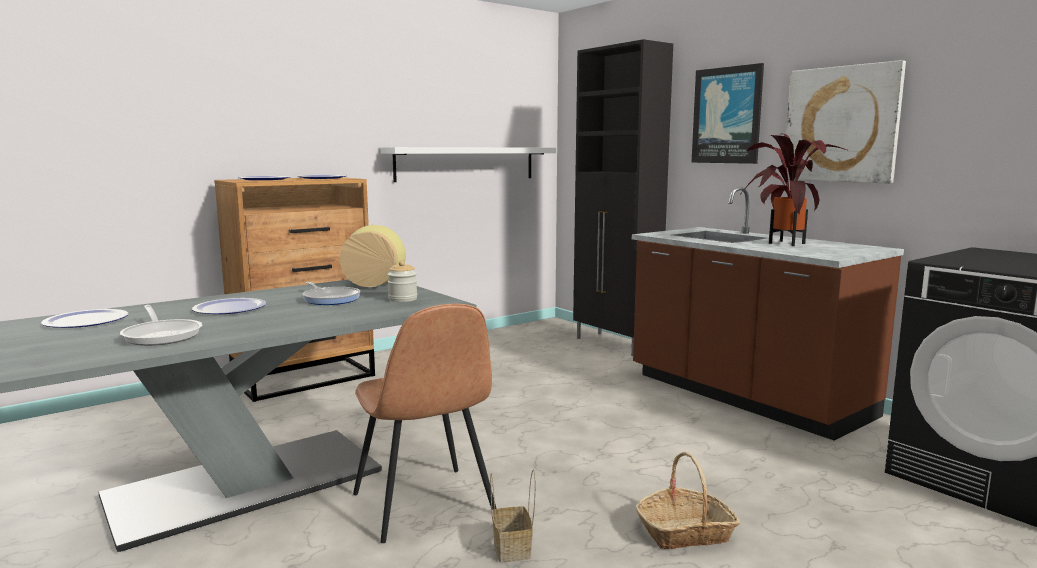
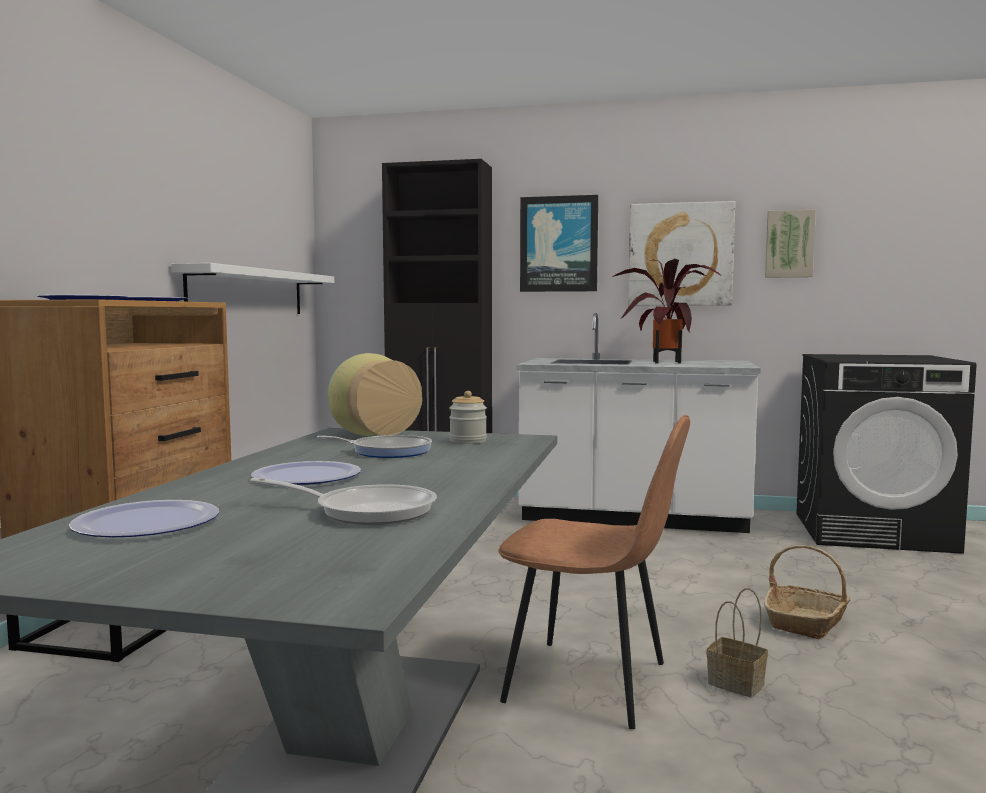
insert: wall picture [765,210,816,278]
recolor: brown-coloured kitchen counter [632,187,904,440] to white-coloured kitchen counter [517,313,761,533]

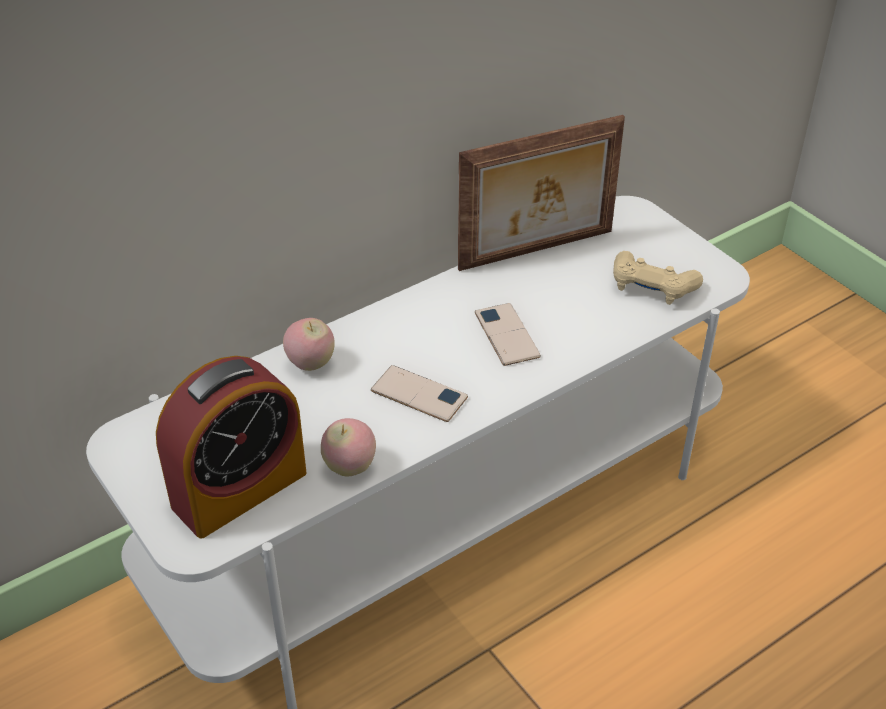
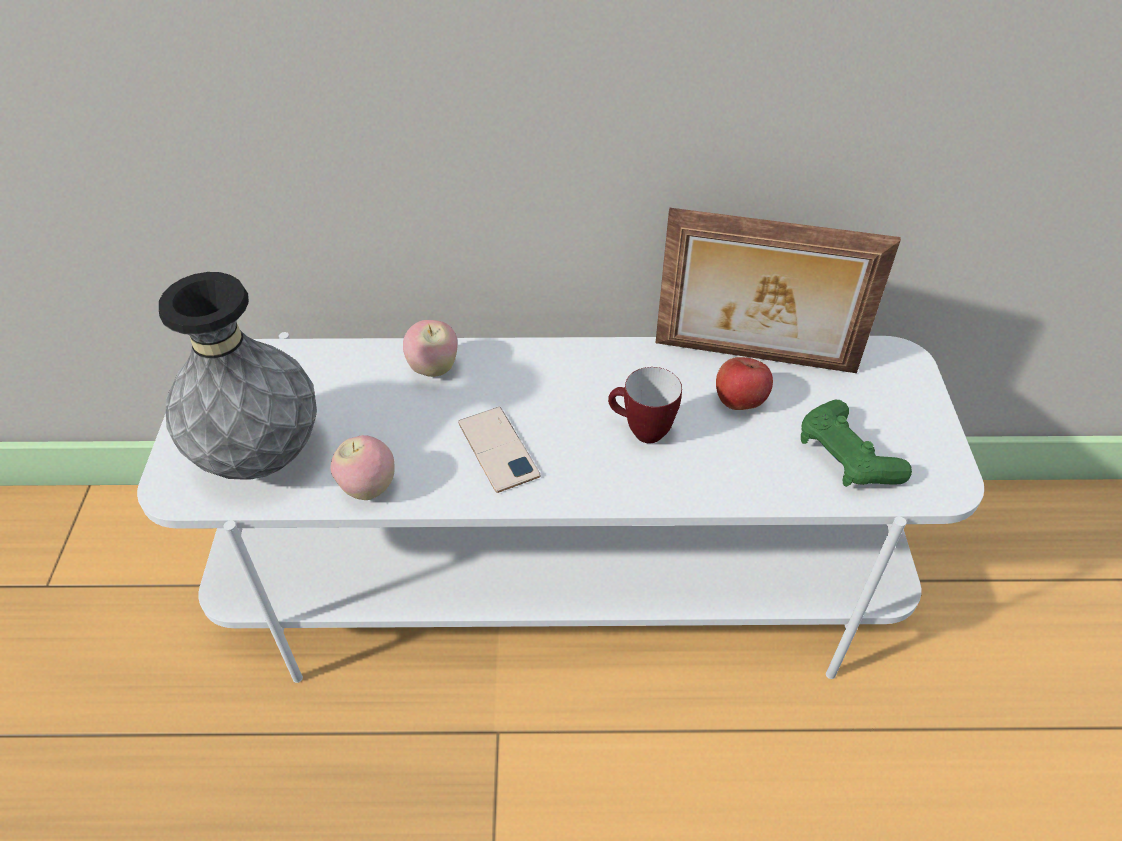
insert: apple [716,357,773,410]
replace: telephone [475,303,541,366] to tea mug [608,367,682,443]; table clock [156,356,306,539] to grey vase [159,272,317,480]
recolor: beige gamepad [613,251,703,305] to greenish gamepad [801,400,912,487]

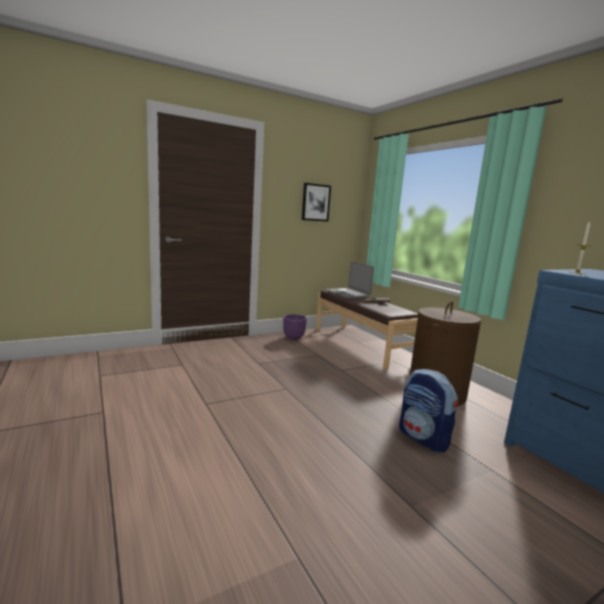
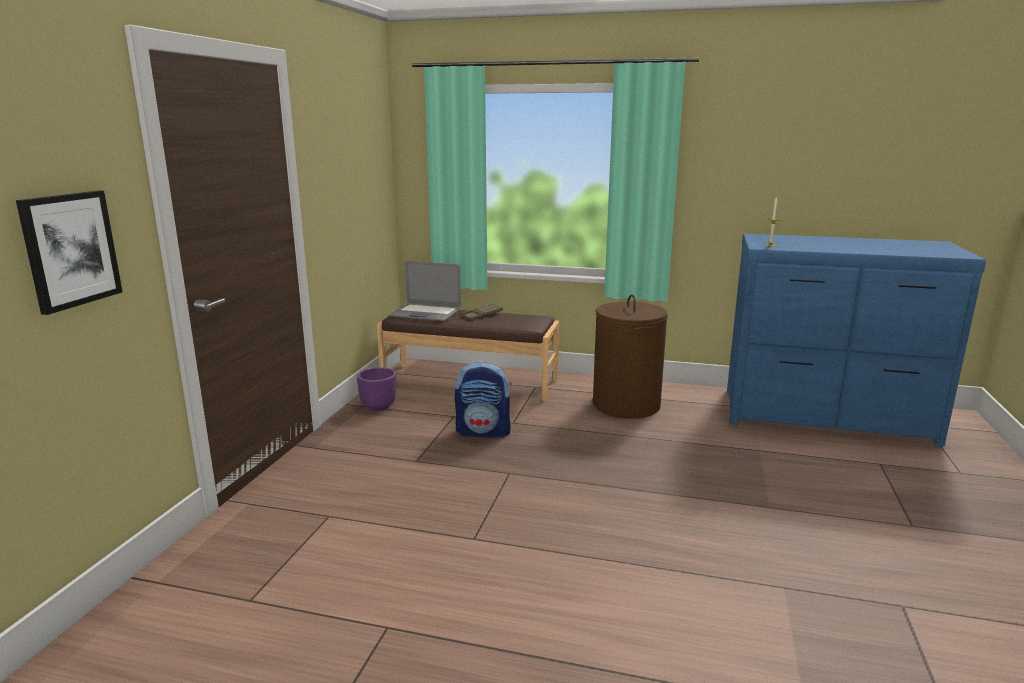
move: wall picture [302,183,331,222] to [16,191,123,315]; backpack [399,369,458,452] to [455,361,512,438]

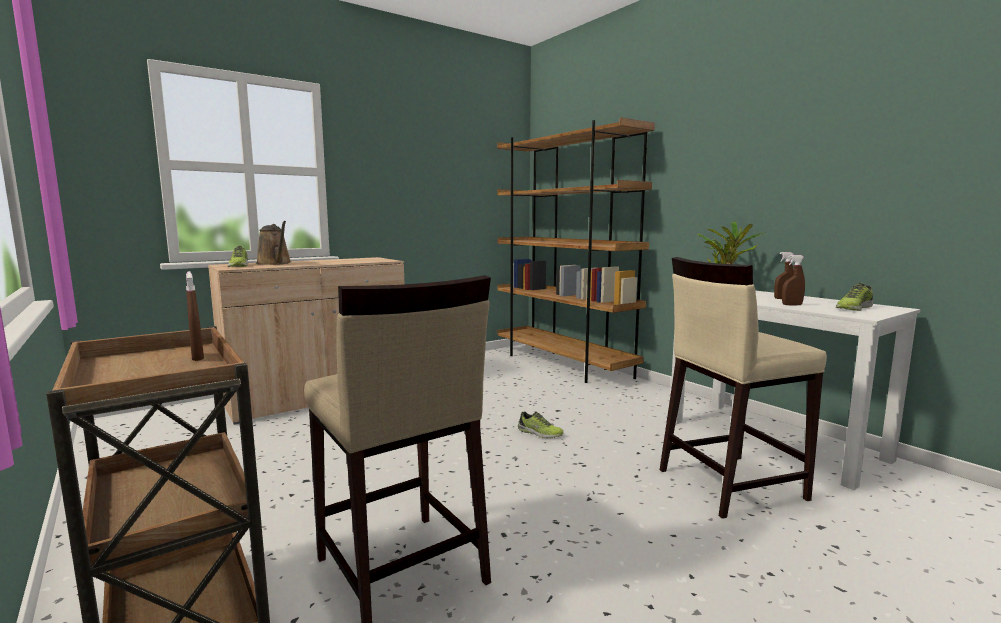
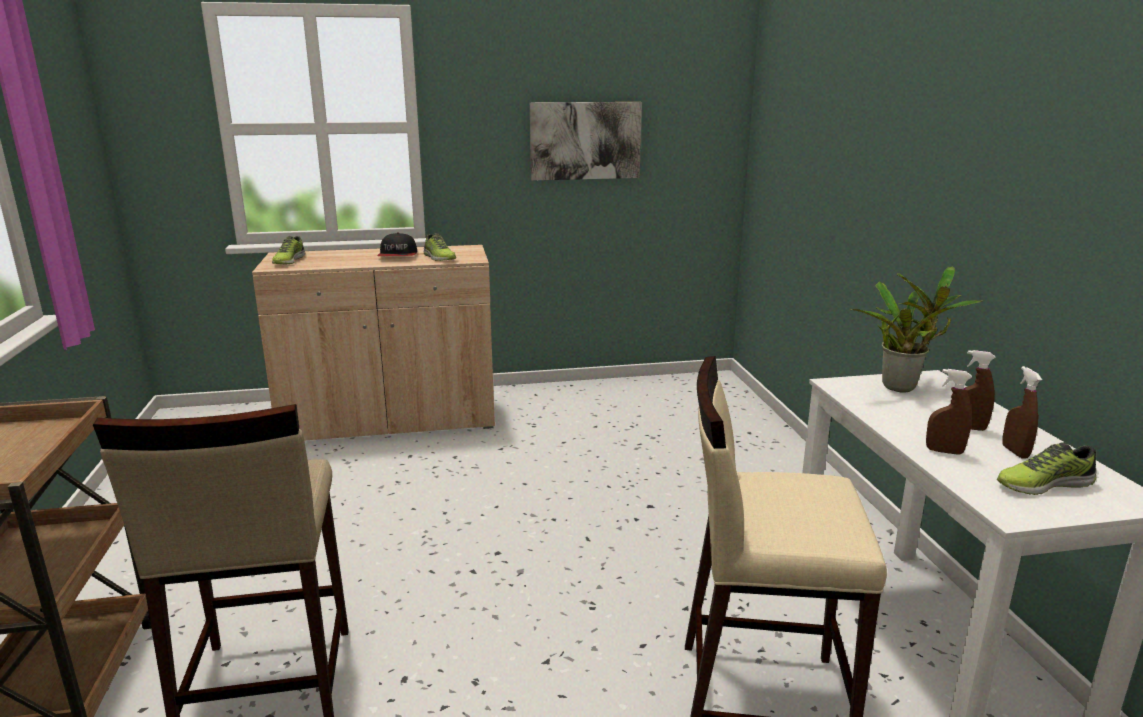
delete: brown-coloured bookcase [497,117,655,383]; brown-coloured watering pot [256,221,291,265]
insert: wall picture [530,102,642,180]; cap [377,233,417,256]
move: brown-coloured spray bottle [186,271,204,361] to [1002,366,1042,459]; item of footwear [518,411,564,438] to [424,233,456,261]

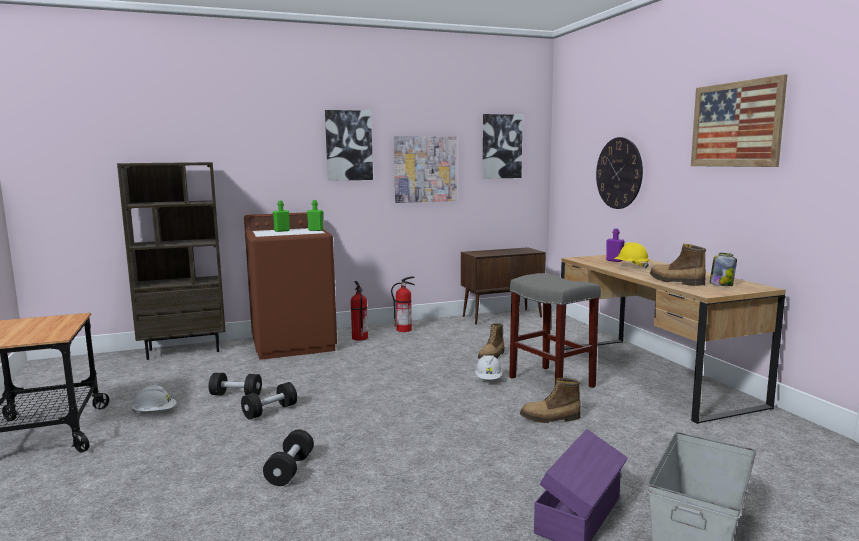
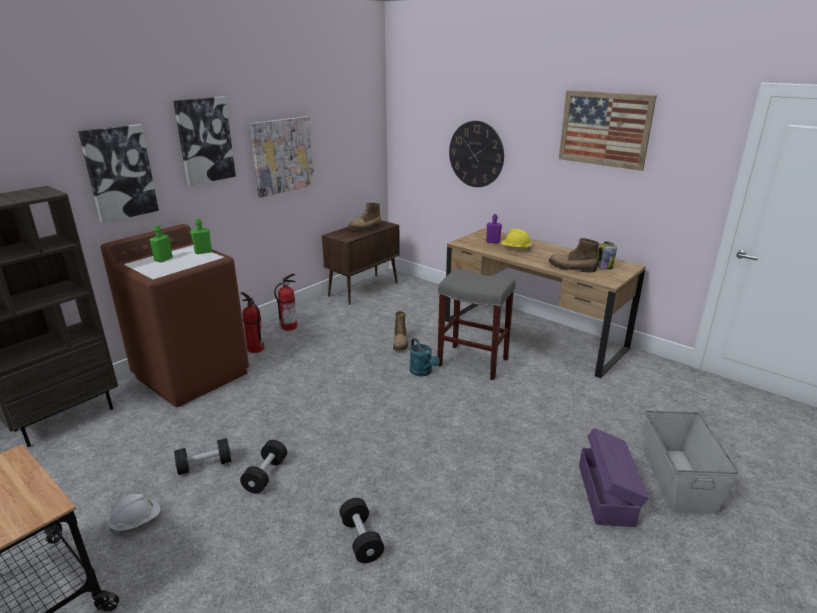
move: wall picture [483,114,523,179] to [78,124,159,223]; high-top boot [520,378,580,423] to [348,203,381,231]
replace: white-coloured work helmet [475,355,503,380] to turquoise-coloured watering pot [410,338,440,376]

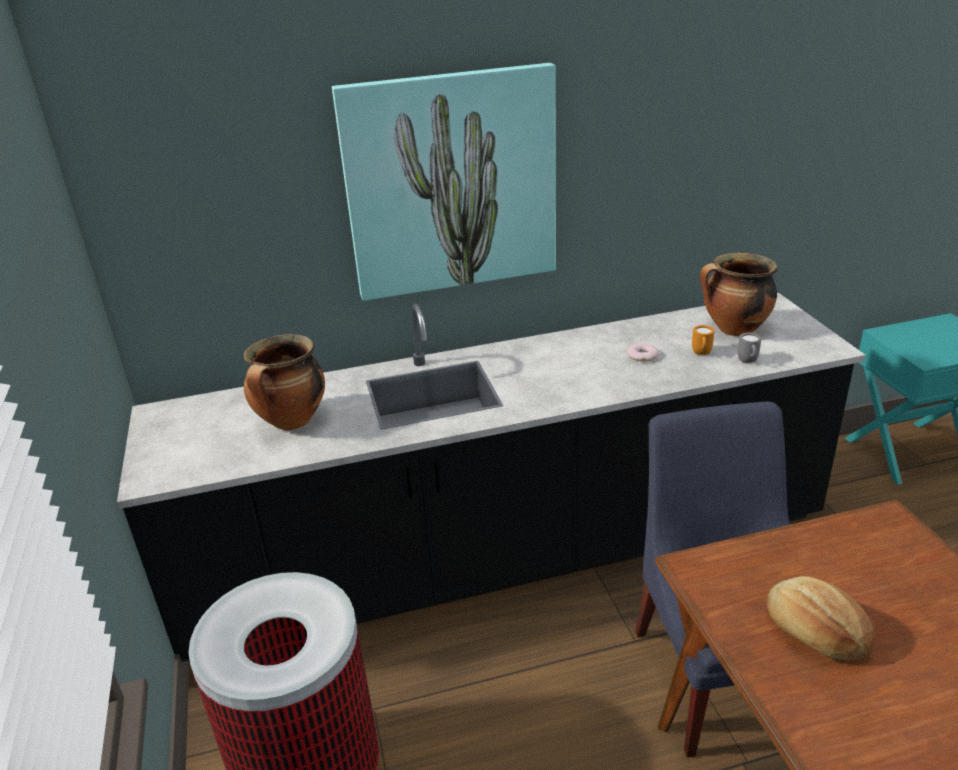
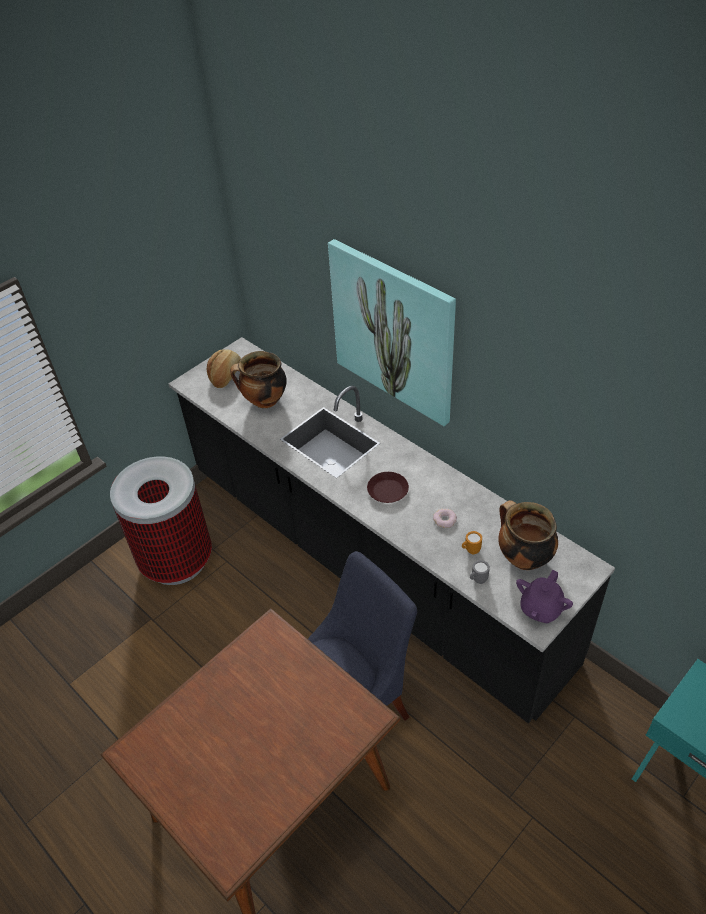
insert: brown-coloured plate [367,472,409,503]; purple-coloured pot for tea [516,570,573,623]
move: baked bread [767,576,875,660] to [207,349,241,388]

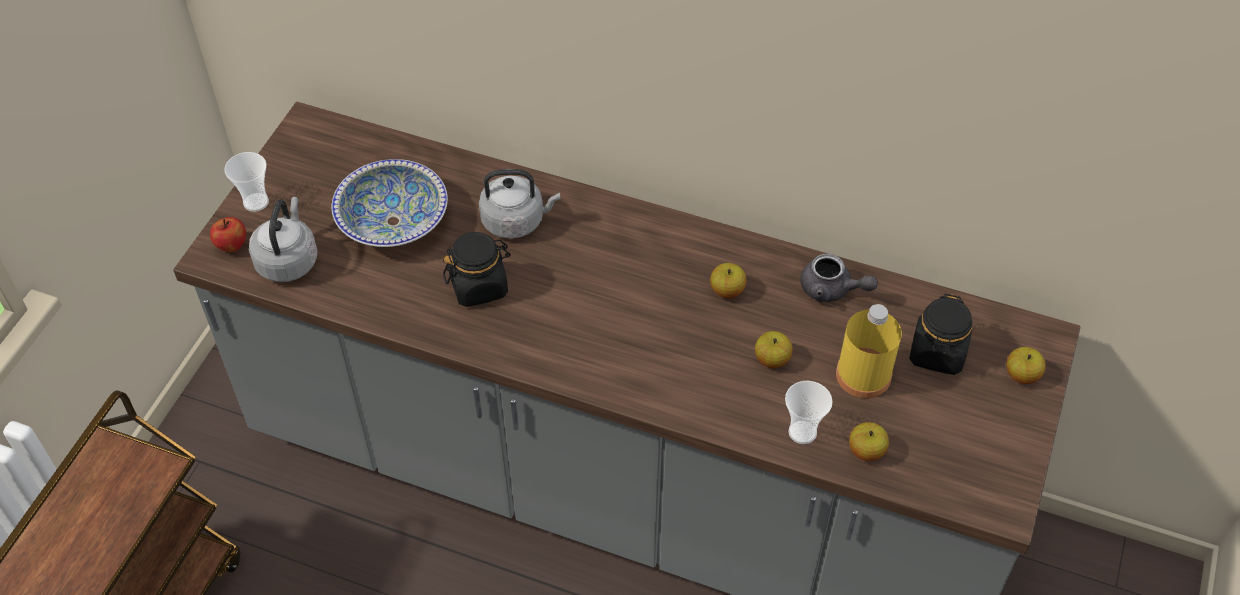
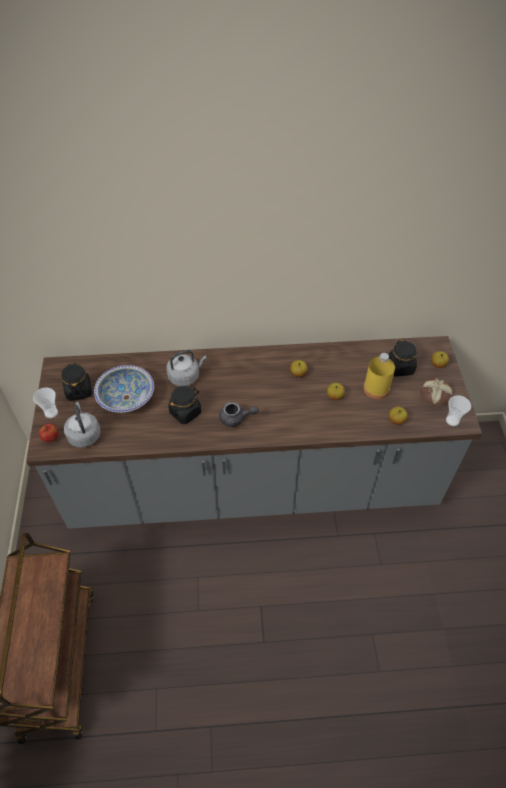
insert: blackish jar [61,363,92,401]; baked bread [421,378,453,406]
move: grey pot for tea [800,254,878,302] to [219,402,259,427]; drinking cup [785,381,832,444] to [446,395,471,426]

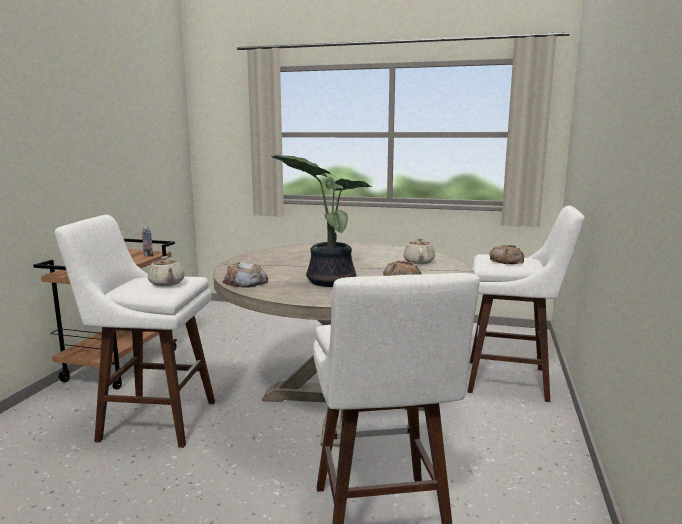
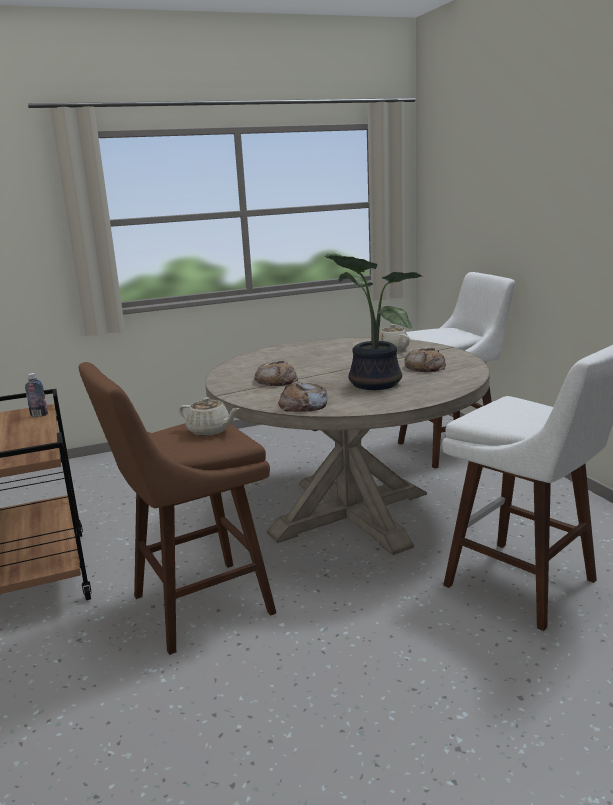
move: baked bread [489,245,524,264] to [254,361,298,386]
recolor: white-coloured stool [55,215,215,448] to brown-coloured stool [78,362,276,655]

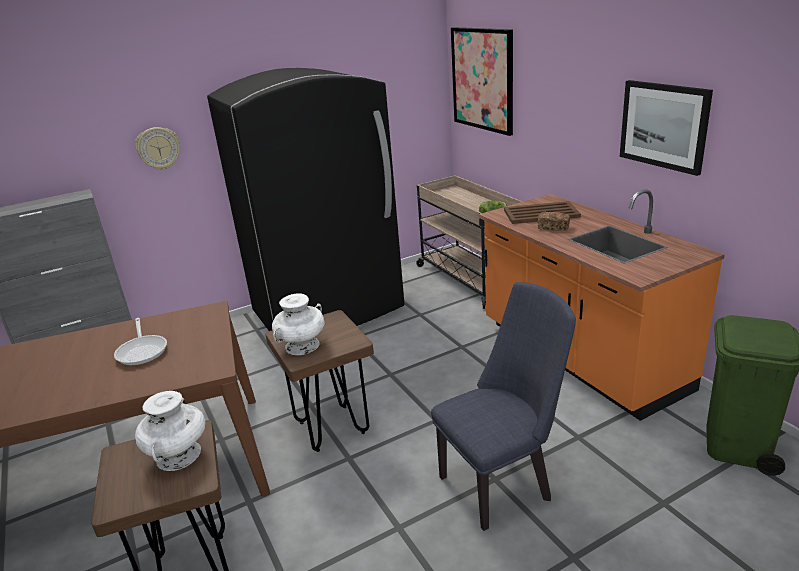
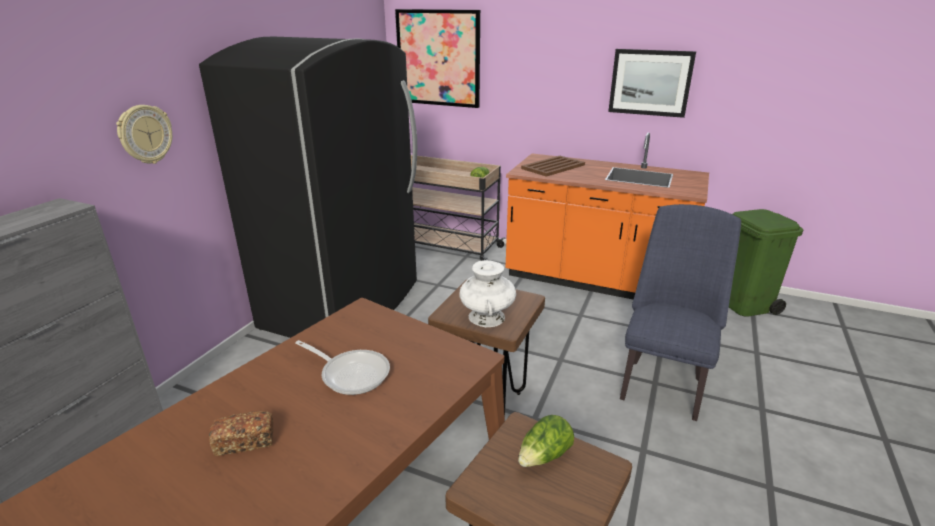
move: baked bread [538,212,570,231] to [209,411,273,456]
replace: white-coloured vase [135,391,205,471] to lettuce [518,415,574,467]

